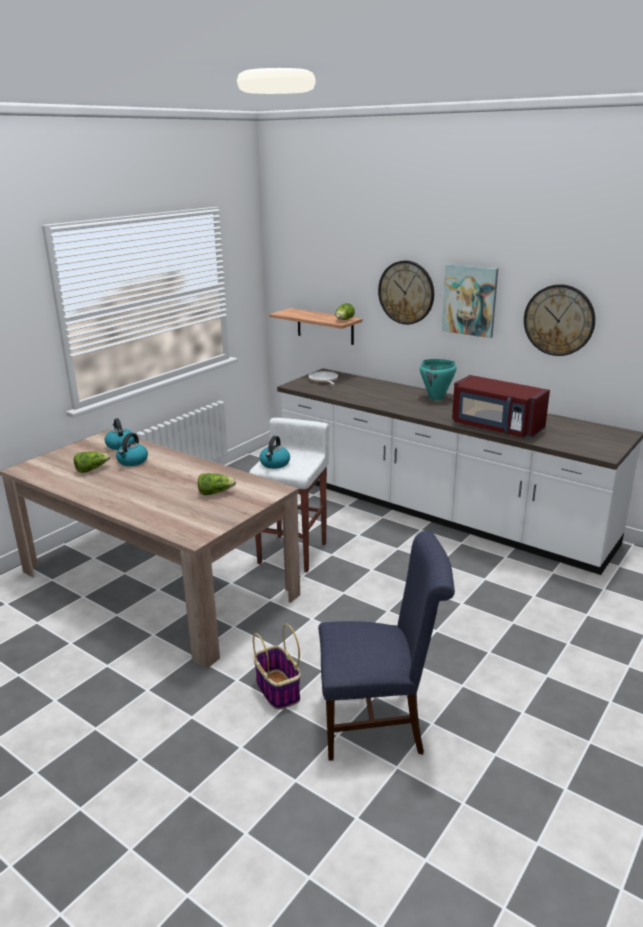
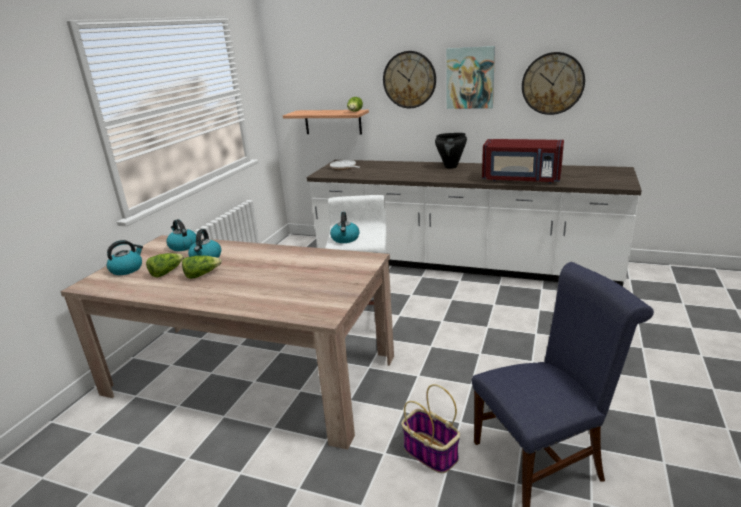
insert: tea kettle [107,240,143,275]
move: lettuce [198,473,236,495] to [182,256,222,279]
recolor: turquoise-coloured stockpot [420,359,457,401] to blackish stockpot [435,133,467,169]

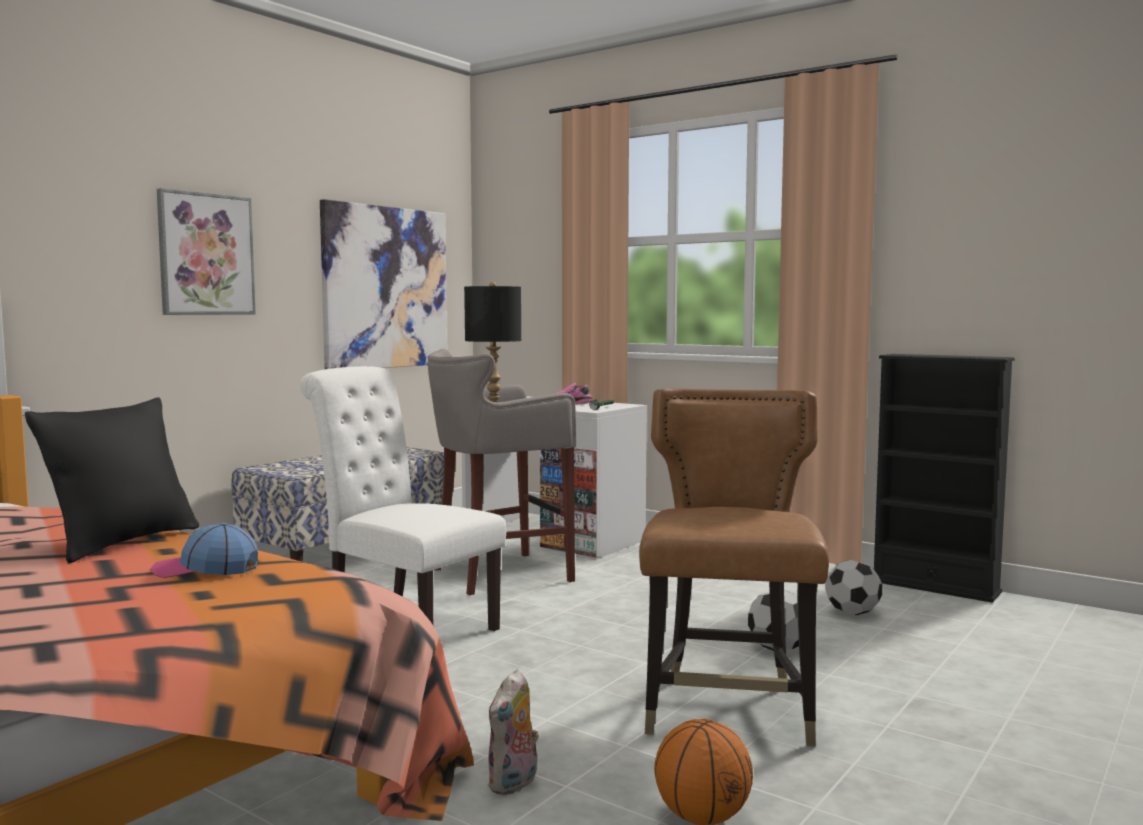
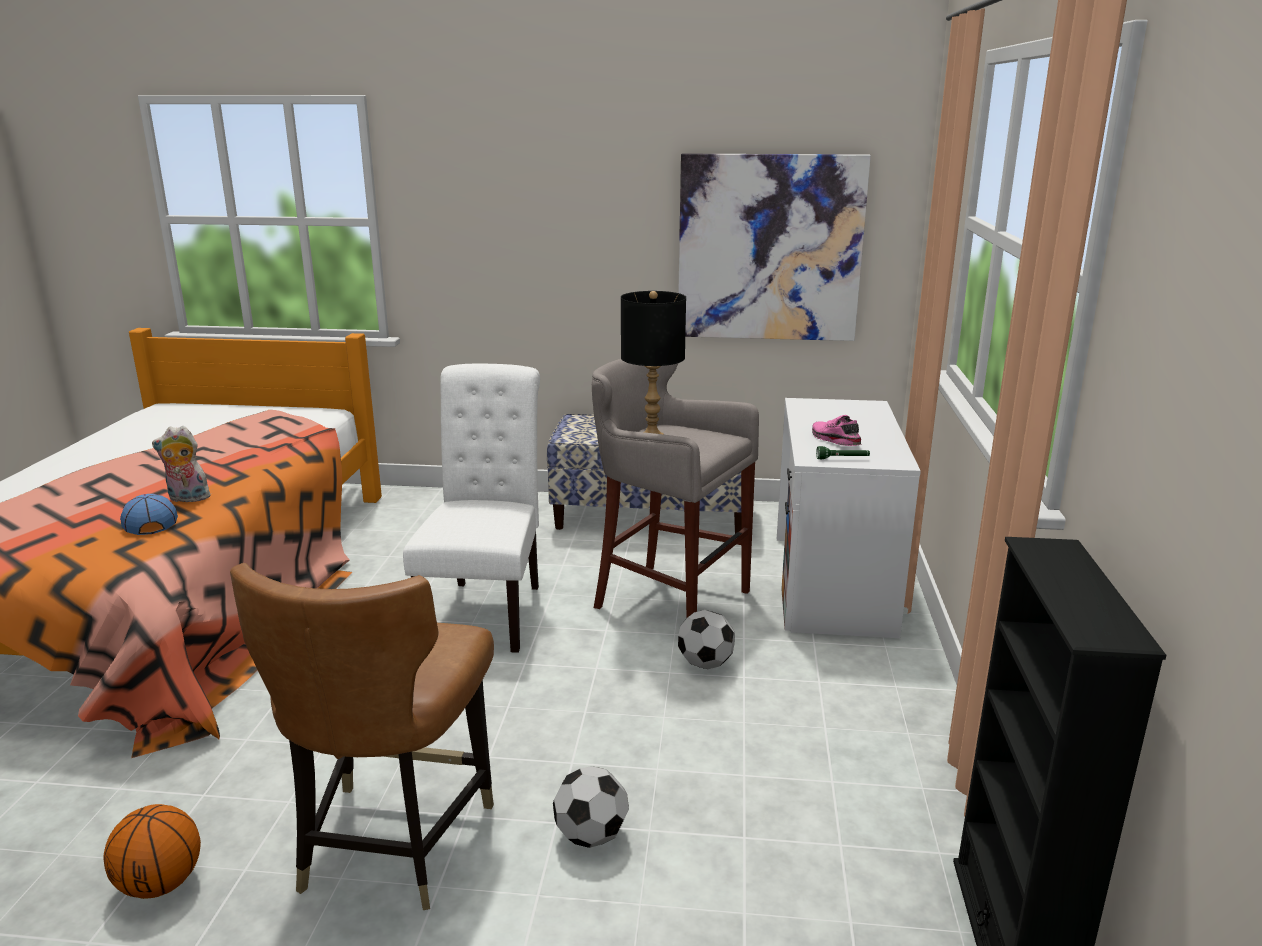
delete: wall picture [157,188,256,315]; blackish pillow [25,398,199,564]
move: football ball [825,560,883,615] to [678,610,735,669]; soft toy [487,669,539,795] to [152,426,211,504]
rotate: brown-coloured upright chair [639,388,829,747] = [230,563,494,910] 120 degrees clockwise

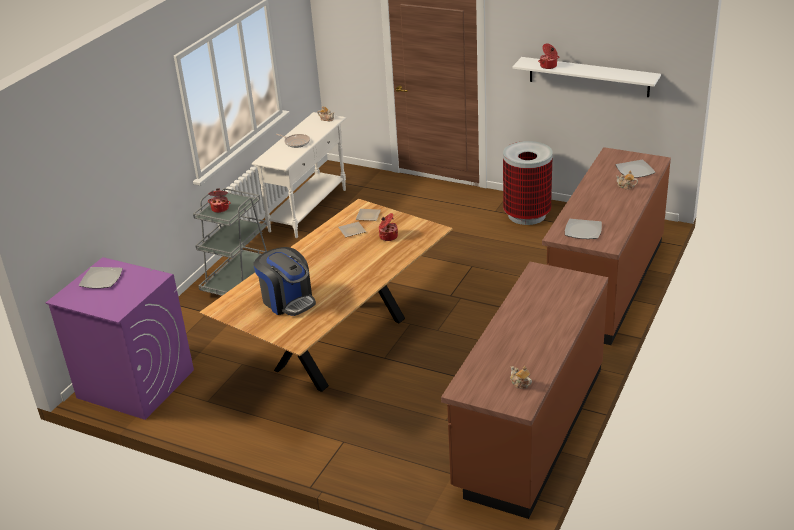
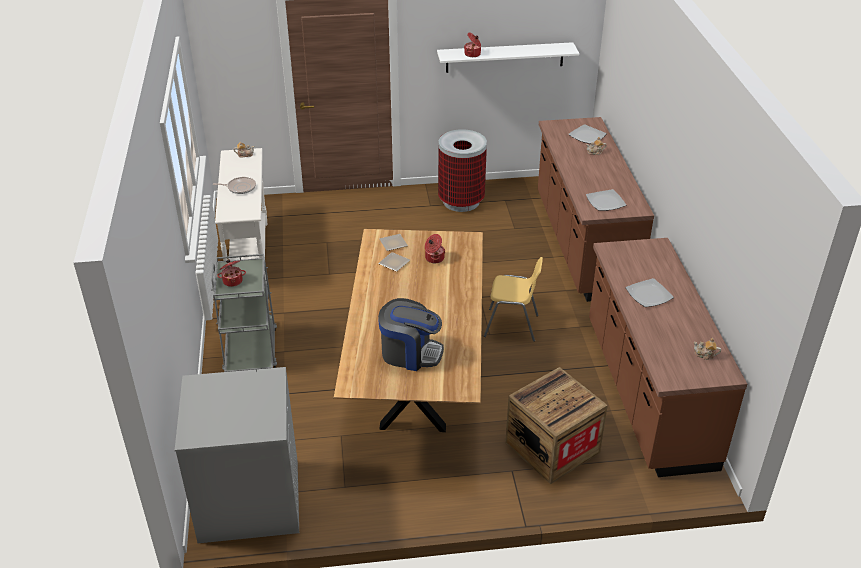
insert: yellowish upright chair [484,257,543,342]; packing crate [505,367,608,484]
move: plate [79,267,123,288] to [625,278,674,307]
recolor: purple-coloured laundry machine [46,257,194,420] to grey laundry machine [175,367,299,543]

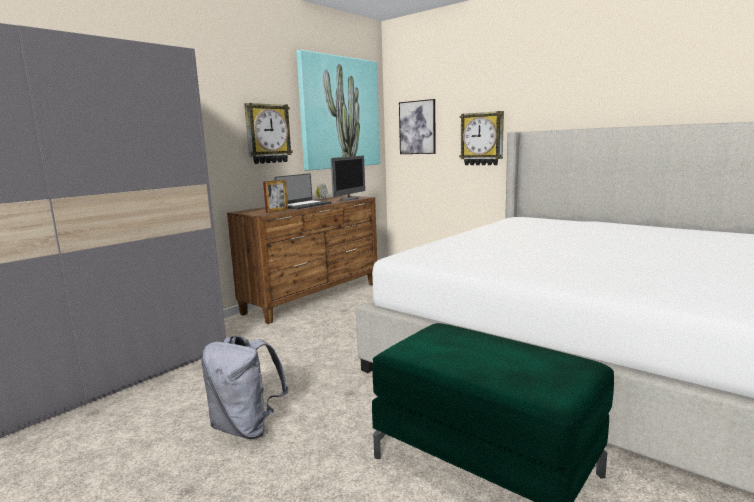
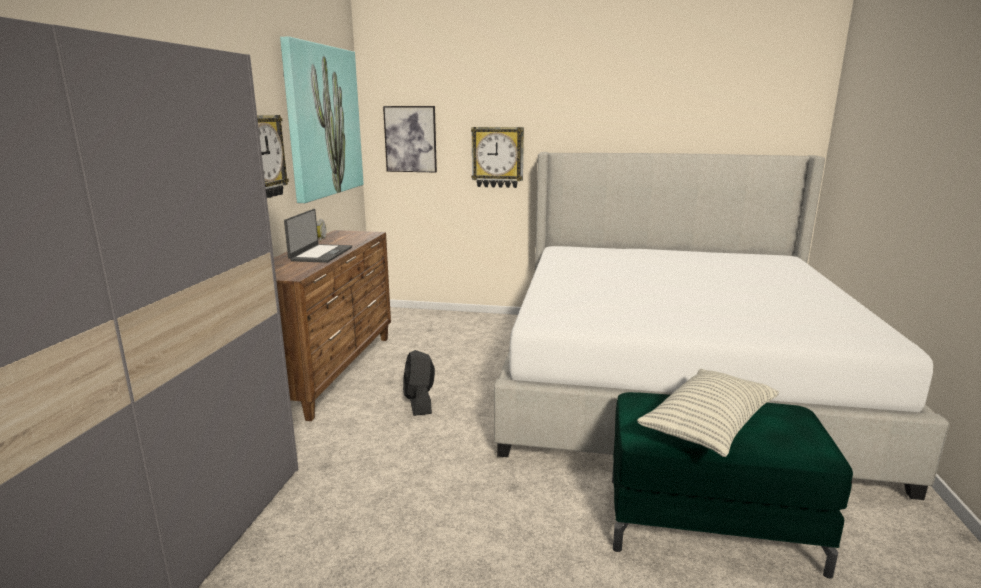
delete: monitor [331,156,365,201]; standing frame [263,180,288,213]; grey backpack [201,335,289,439]
insert: blackish cooling fan [403,350,435,416]; pillow [637,369,779,457]

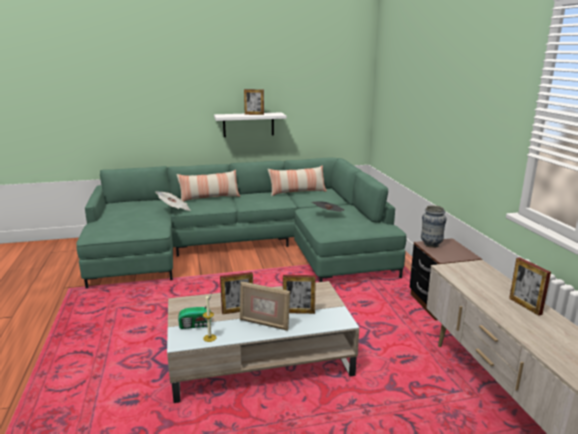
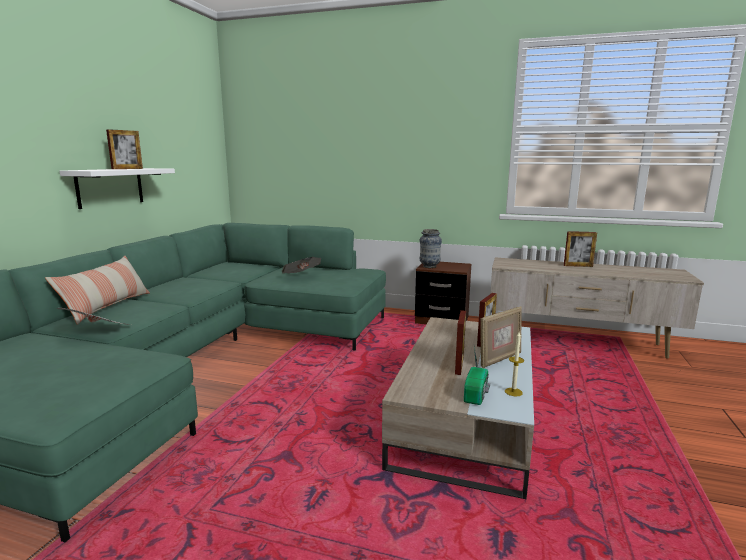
delete: pillow [268,166,327,196]

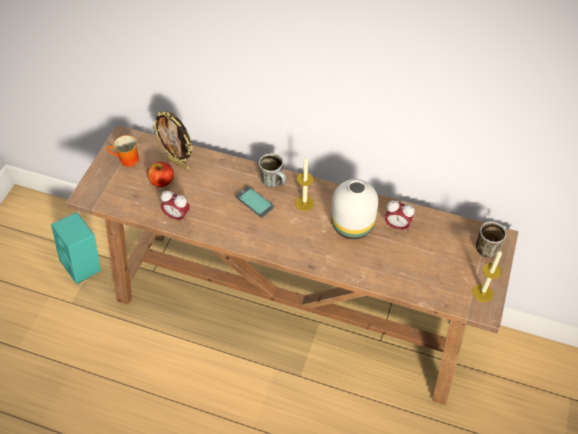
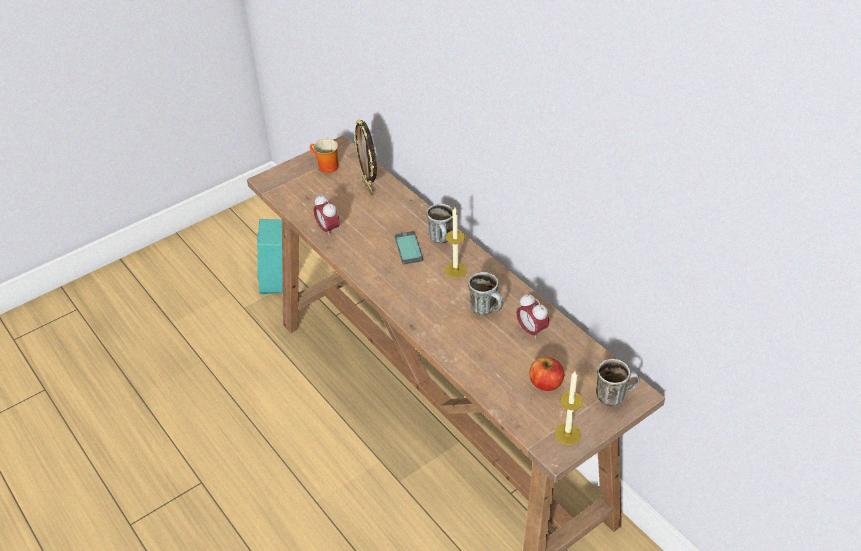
move: apple [147,162,174,187] to [529,357,564,391]
replace: white-coloured vase [331,179,378,239] to tea mug [468,272,503,315]

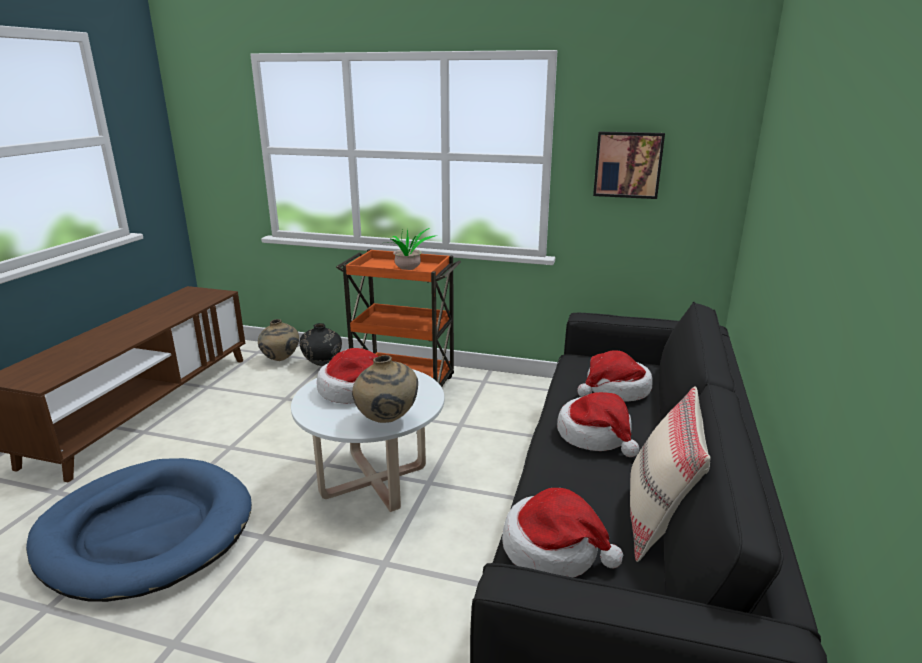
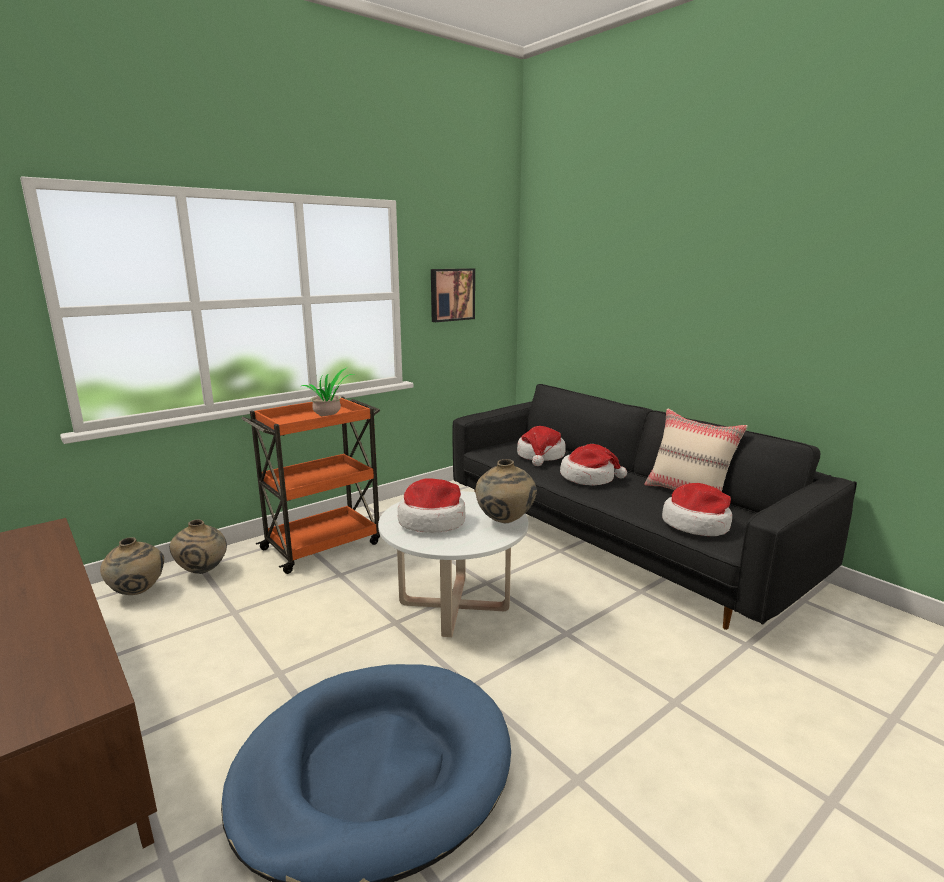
recolor: blackish vase [300,323,342,366] to beige vase [169,519,227,574]

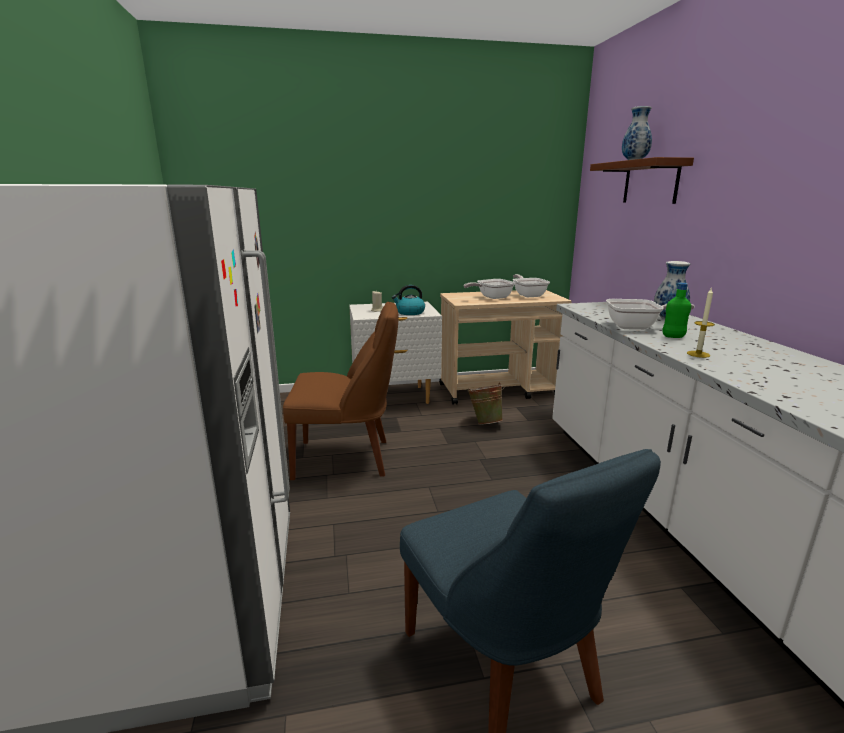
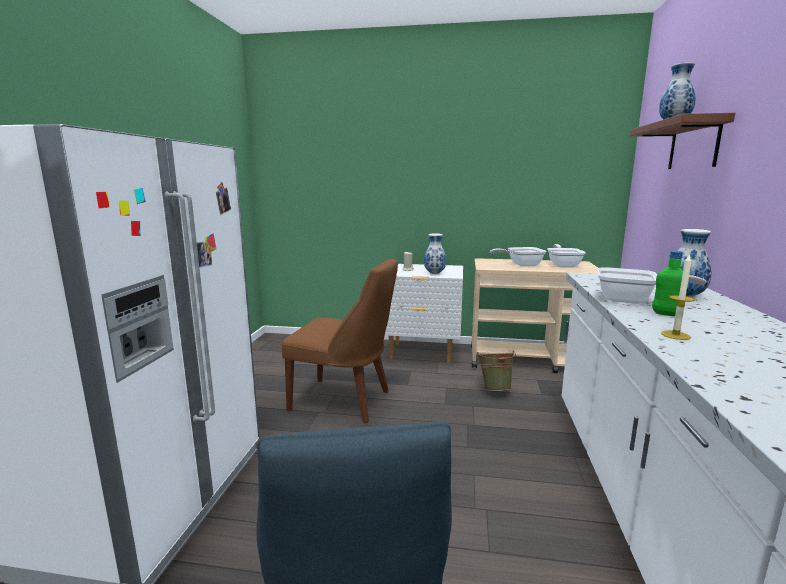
replace: tea kettle [392,285,425,315] to vase [424,233,446,274]

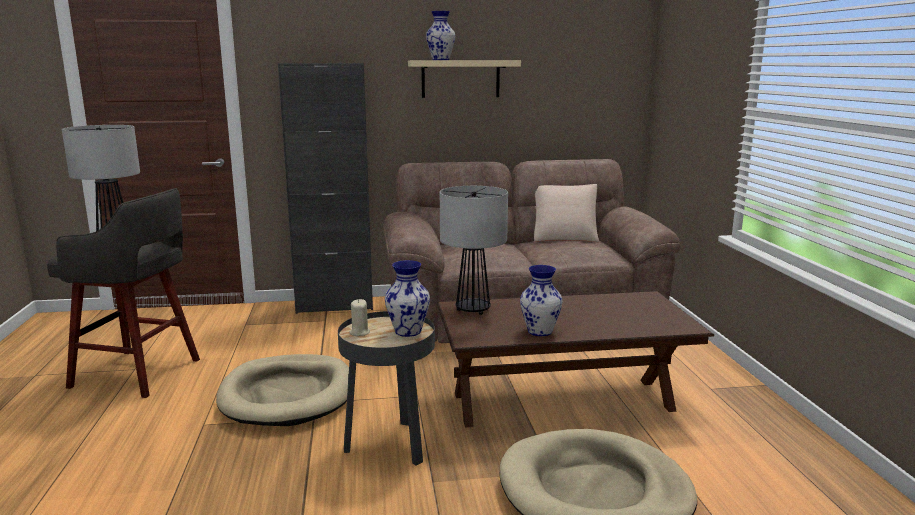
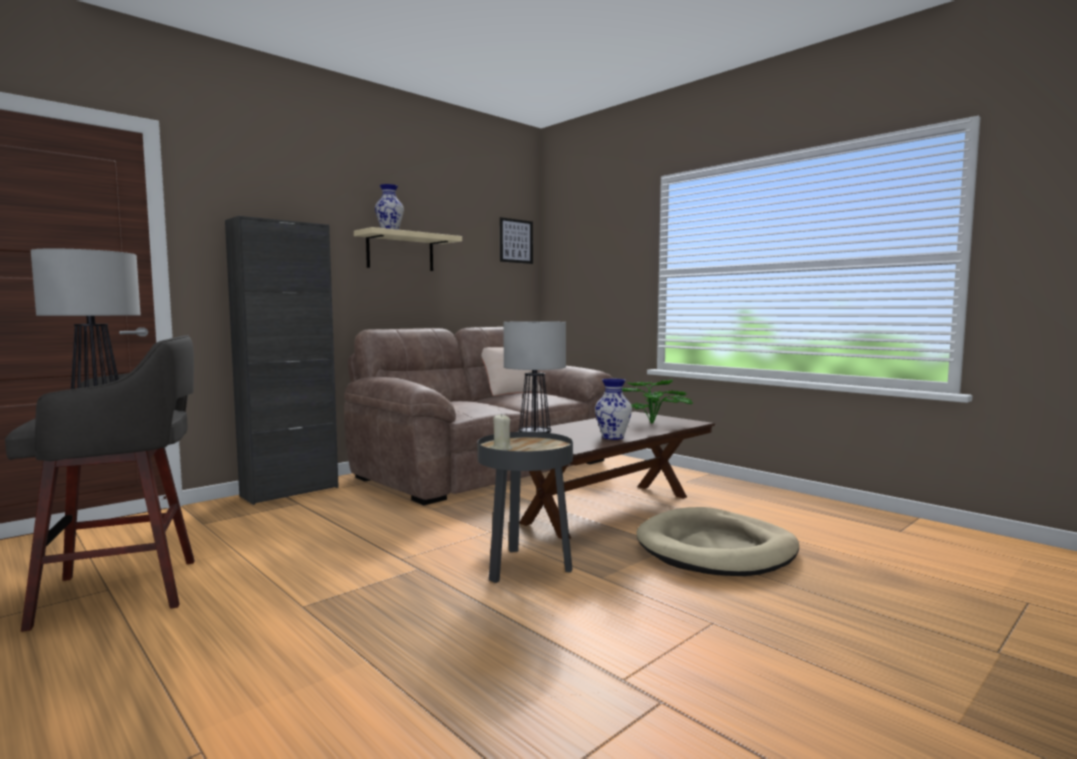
delete: vase [385,260,430,337]; beige dog cushion [216,354,349,426]
insert: wall picture [500,217,533,264]; potted plant [622,380,693,424]

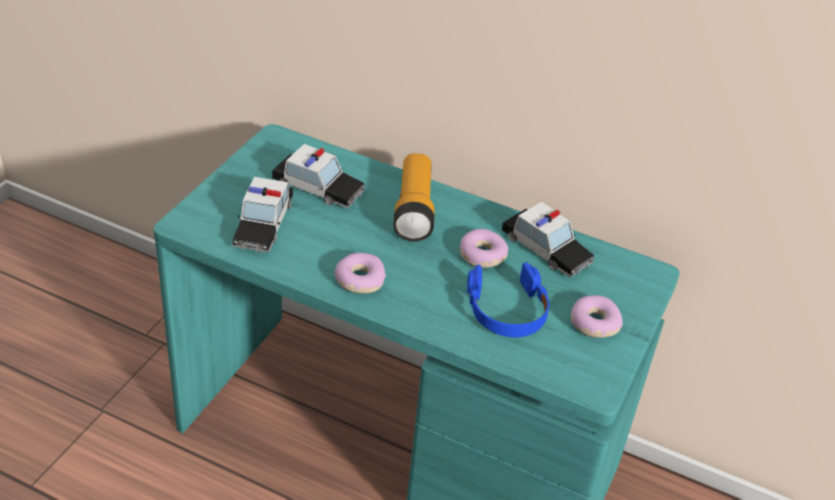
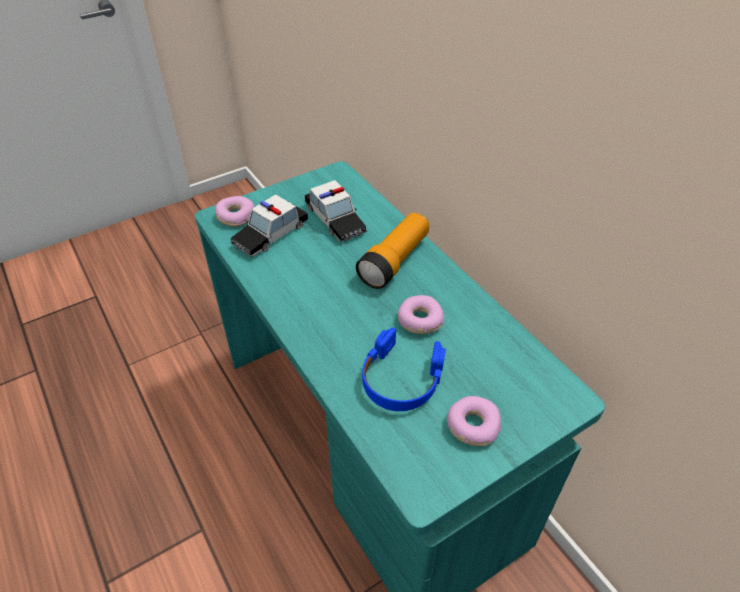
delete: model car [502,202,594,277]
move: ring doughnut [335,253,386,293] to [215,196,255,227]

